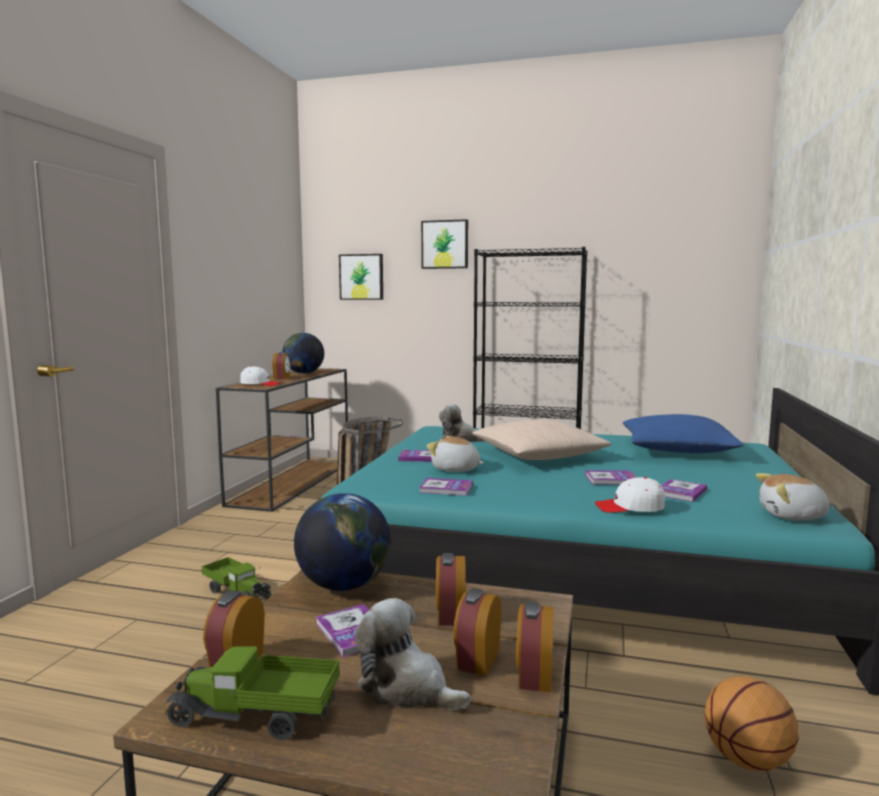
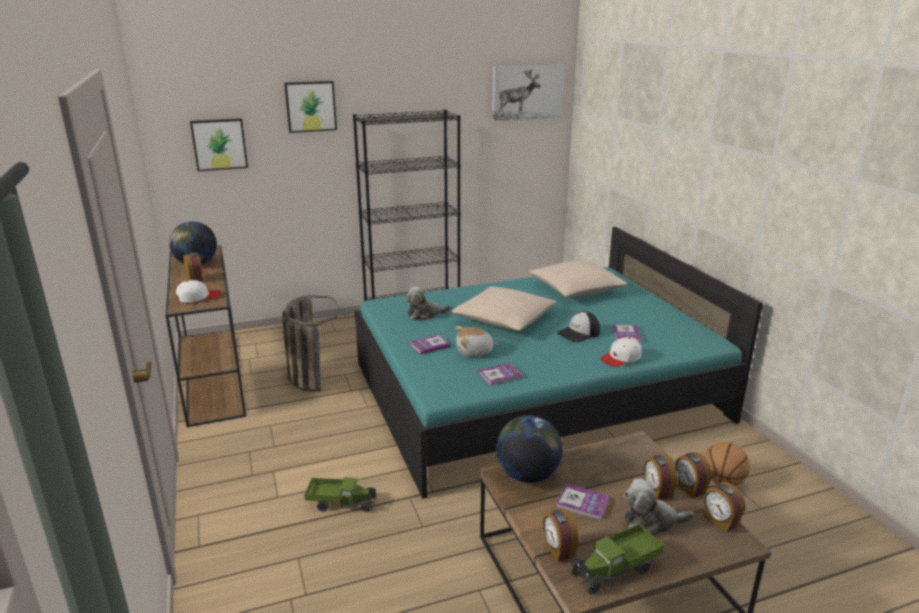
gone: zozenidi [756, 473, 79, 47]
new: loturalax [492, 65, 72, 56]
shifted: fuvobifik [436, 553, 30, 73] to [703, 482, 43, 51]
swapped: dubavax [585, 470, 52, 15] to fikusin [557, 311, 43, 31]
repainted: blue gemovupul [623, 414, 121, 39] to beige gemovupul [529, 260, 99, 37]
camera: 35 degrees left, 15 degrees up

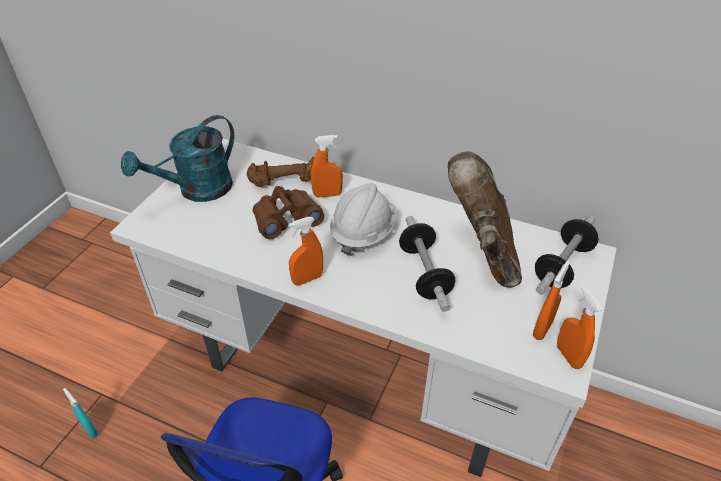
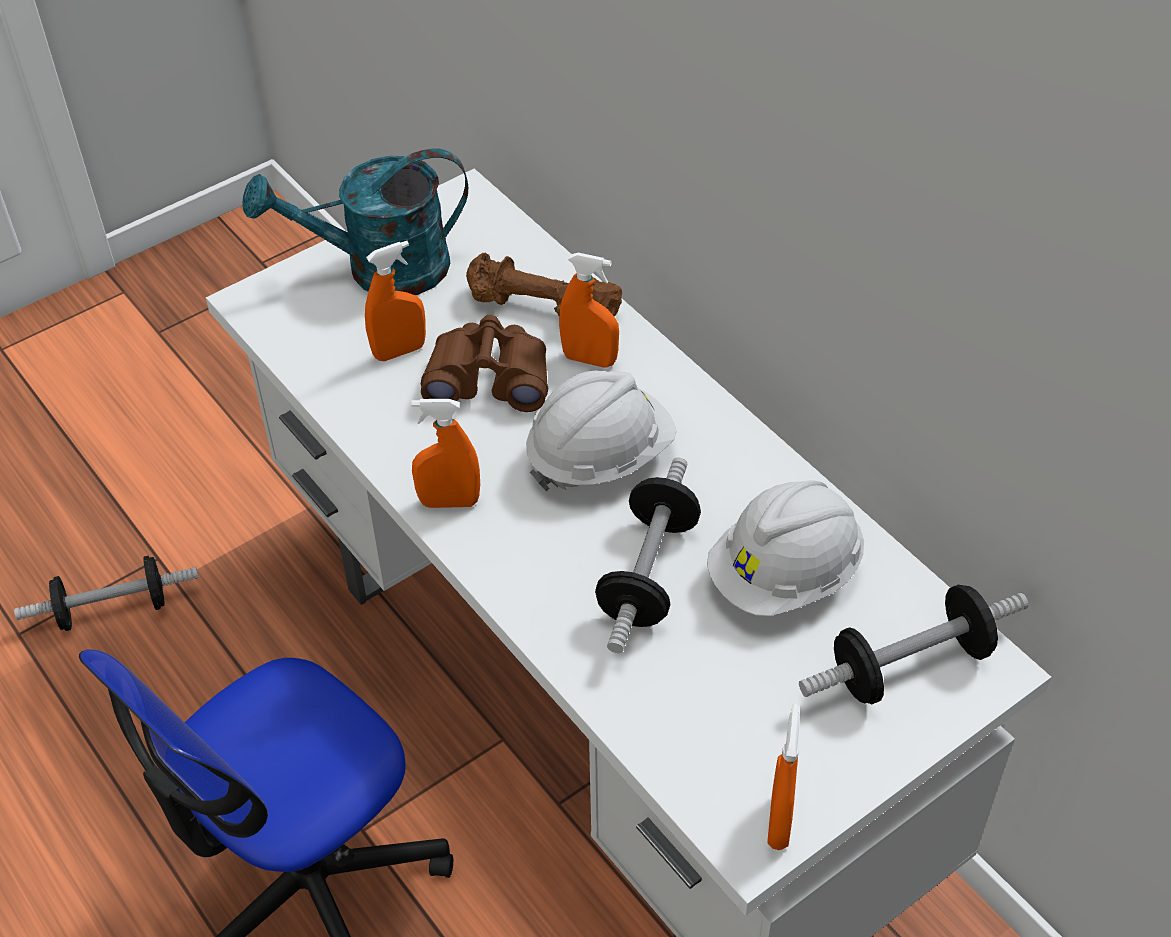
shifted: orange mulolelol [533, 261, 37, 79] to [365, 241, 61, 120]
swapped: turquoise mulolelol [63, 388, 35, 50] to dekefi [14, 556, 185, 75]; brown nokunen [448, 151, 74, 137] to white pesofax [707, 481, 157, 135]
camera: 30 degrees right, 5 degrees up

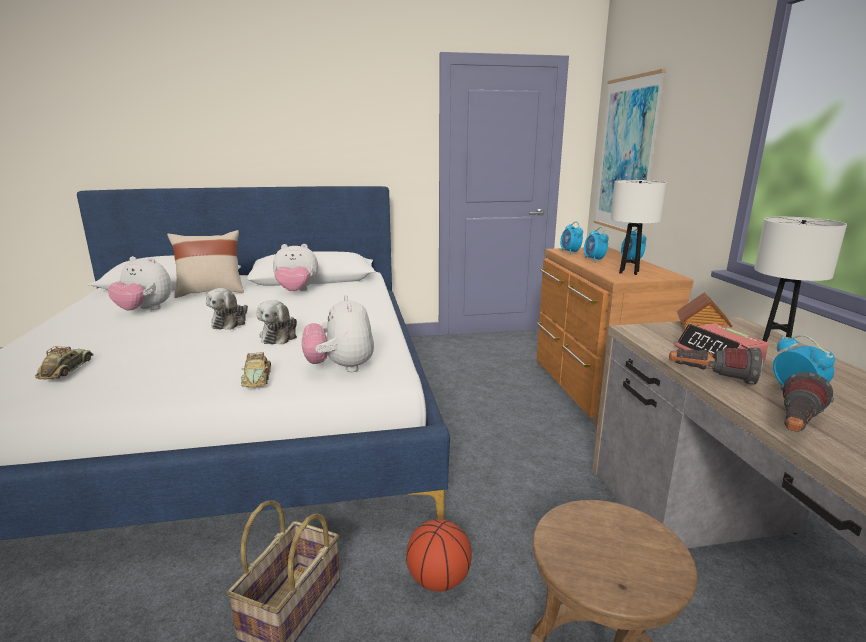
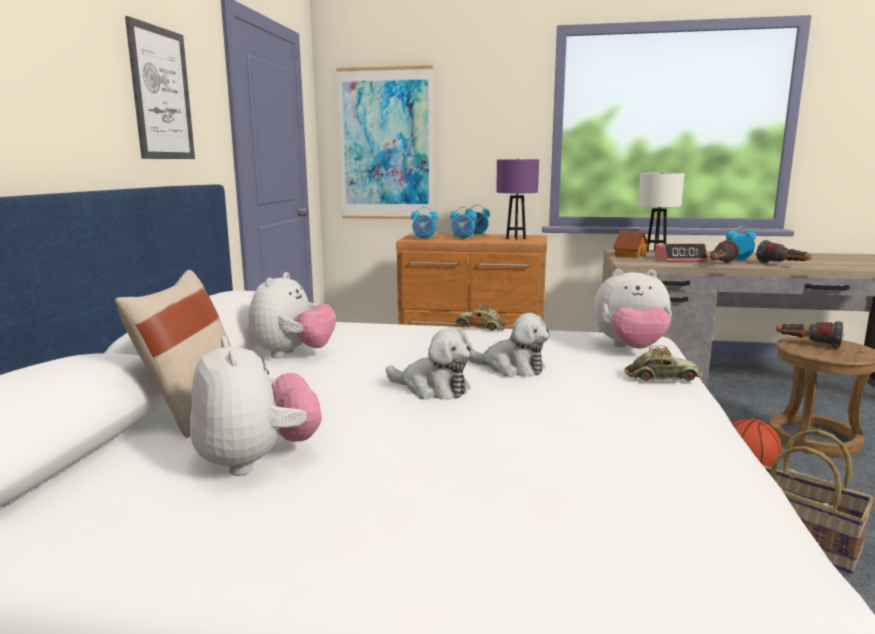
new: loturalax [125, 16, 70, 143]; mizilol [776, 321, 68, 27]
shifted: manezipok [35, 346, 59, 34] to [454, 304, 55, 27]
repainted: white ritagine [611, 180, 56, 95] to purple ritagine [496, 159, 43, 81]
rotated: zozenidi [108, 256, 64, 54] = [190, 337, 132, 139] 60 degrees counterclockwise
camera: 70 degrees left, 5 degrees down

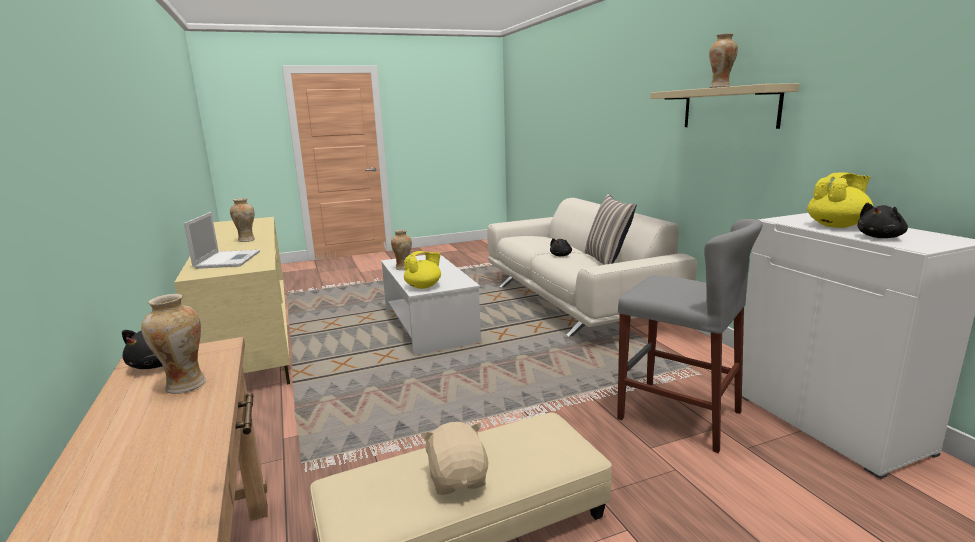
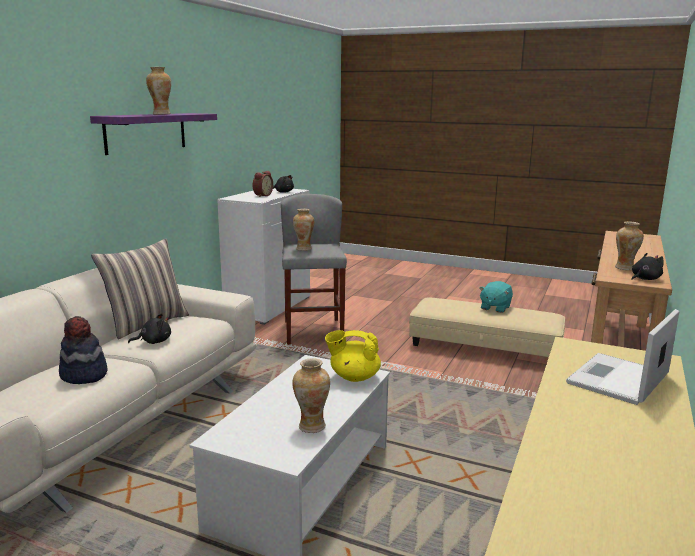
new: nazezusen [59, 316, 48, 68]
shifted: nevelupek [230, 198, 25, 44] to [293, 209, 21, 42]
swapped: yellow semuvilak [807, 173, 66, 55] to fuvobifik [253, 171, 20, 26]
repainted: beige zozenidi [421, 422, 67, 73] to turquoise zozenidi [479, 281, 34, 32]; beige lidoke [650, 83, 149, 46] to purple lidoke [90, 113, 127, 42]
camera: 135 degrees left, 0 degrees up

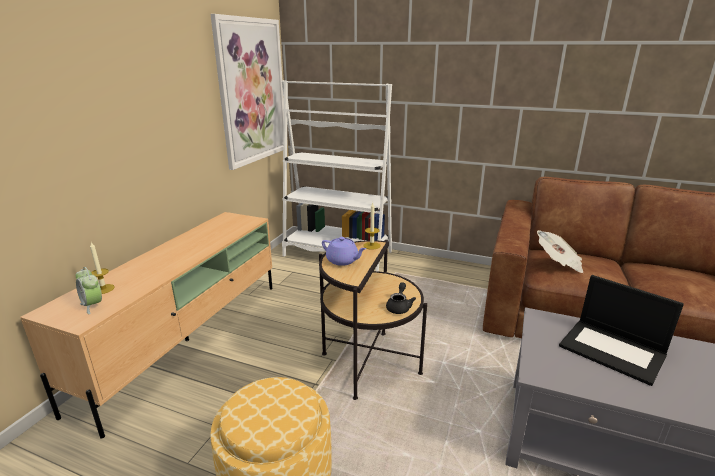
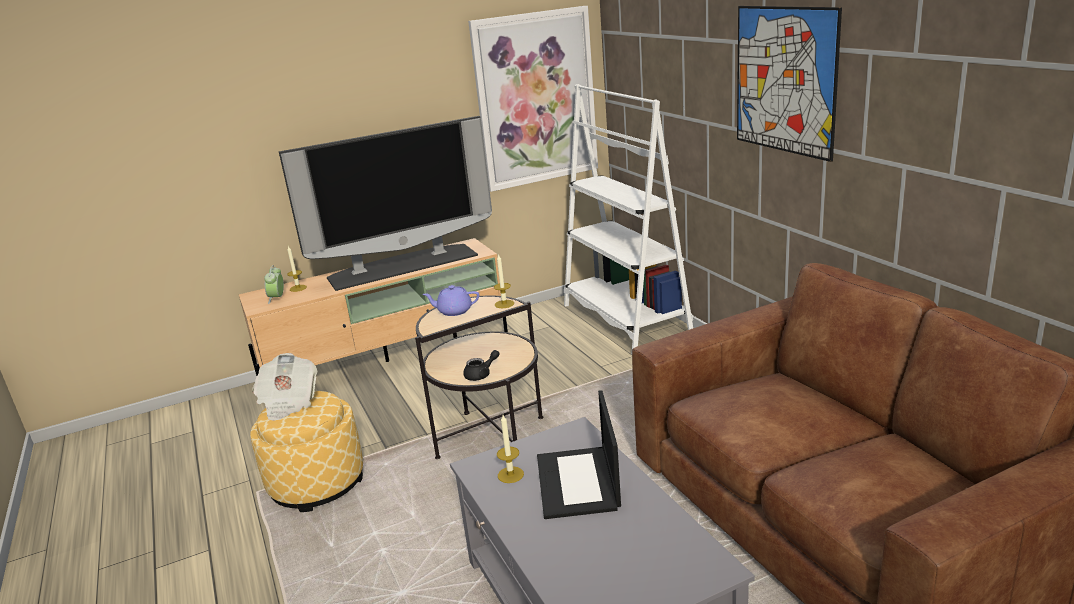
new: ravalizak [279, 116, 213, 175]; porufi [497, 415, 27, 68]; loturalax [737, 6, 105, 156]
shifted: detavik [537, 230, 46, 43] to [252, 353, 66, 68]
rotated: purple semuvilak [322, 237, 44, 29] = [422, 285, 58, 31] 105 degrees clockwise
camera: 45 degrees right, 0 degrees up

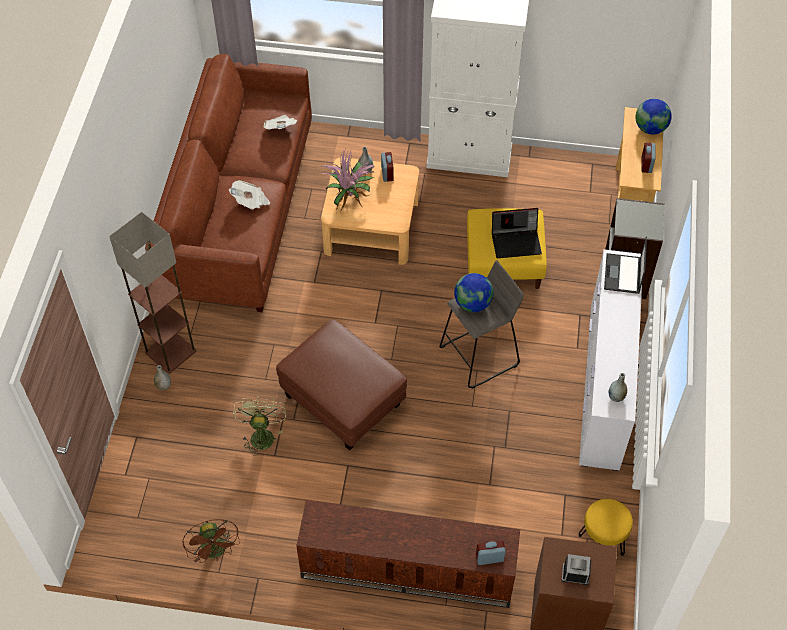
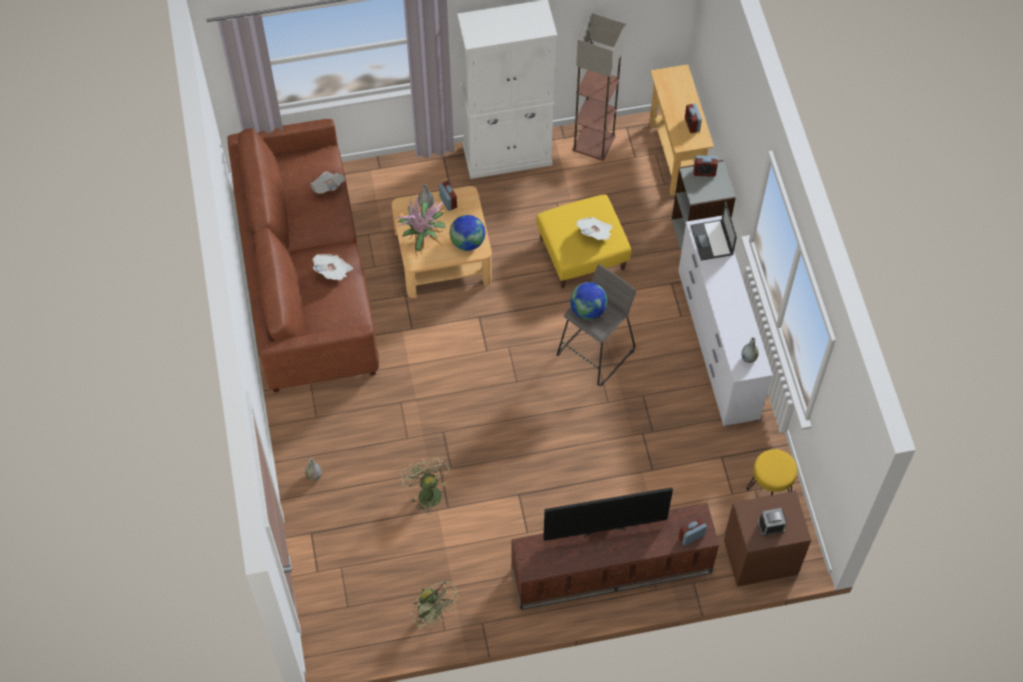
gone: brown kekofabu [276, 319, 131, 131]
new: ravalizak [543, 487, 130, 54]; fuvobifik [694, 155, 24, 22]
shifted: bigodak [109, 212, 87, 162] to [573, 13, 53, 148]; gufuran [636, 99, 36, 35] to [450, 215, 35, 36]
swapped: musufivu [492, 208, 50, 50] to detavik [577, 217, 36, 23]
repainted: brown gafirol [183, 519, 57, 44] to green gafirol [410, 581, 49, 48]
camera: 20 degrees left, 5 degrees up

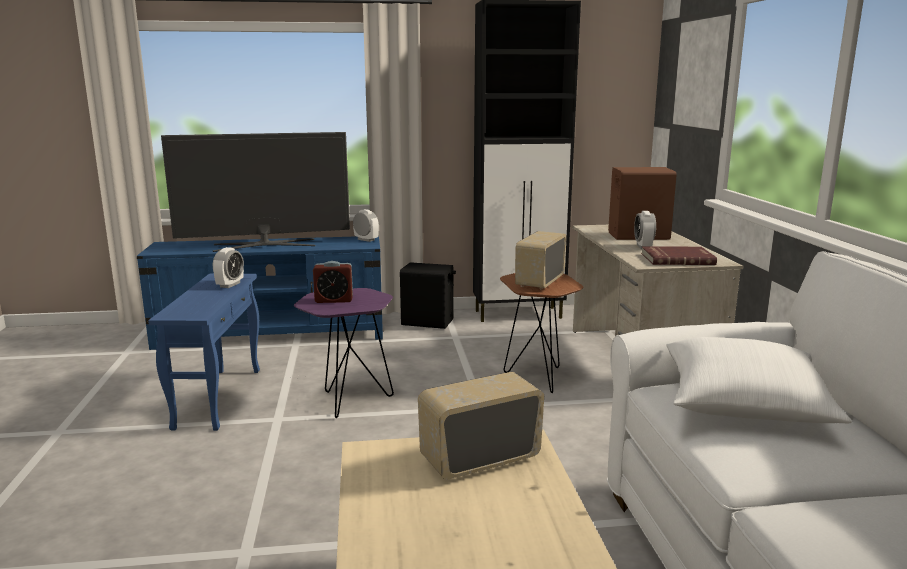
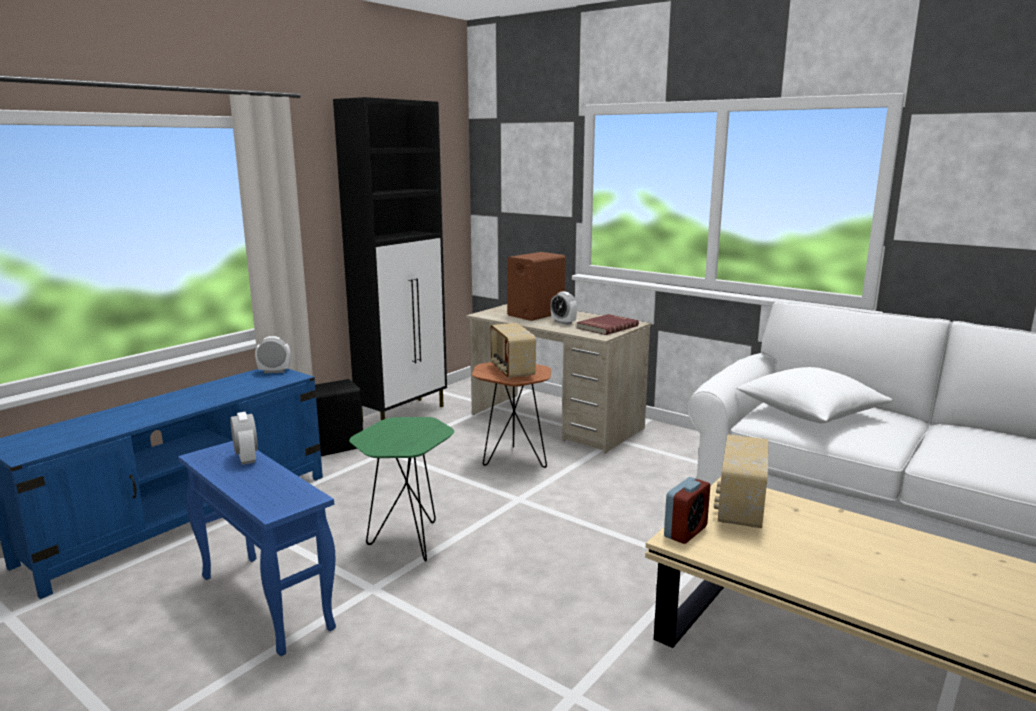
gone: ravalizak [161, 132, 189, 120]
shifted: fuvobifik [313, 261, 40, 42] to [664, 477, 47, 67]
repainted: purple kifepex [294, 288, 100, 130] to green kifepex [349, 417, 105, 145]
camera: 45 degrees left, 0 degrees up

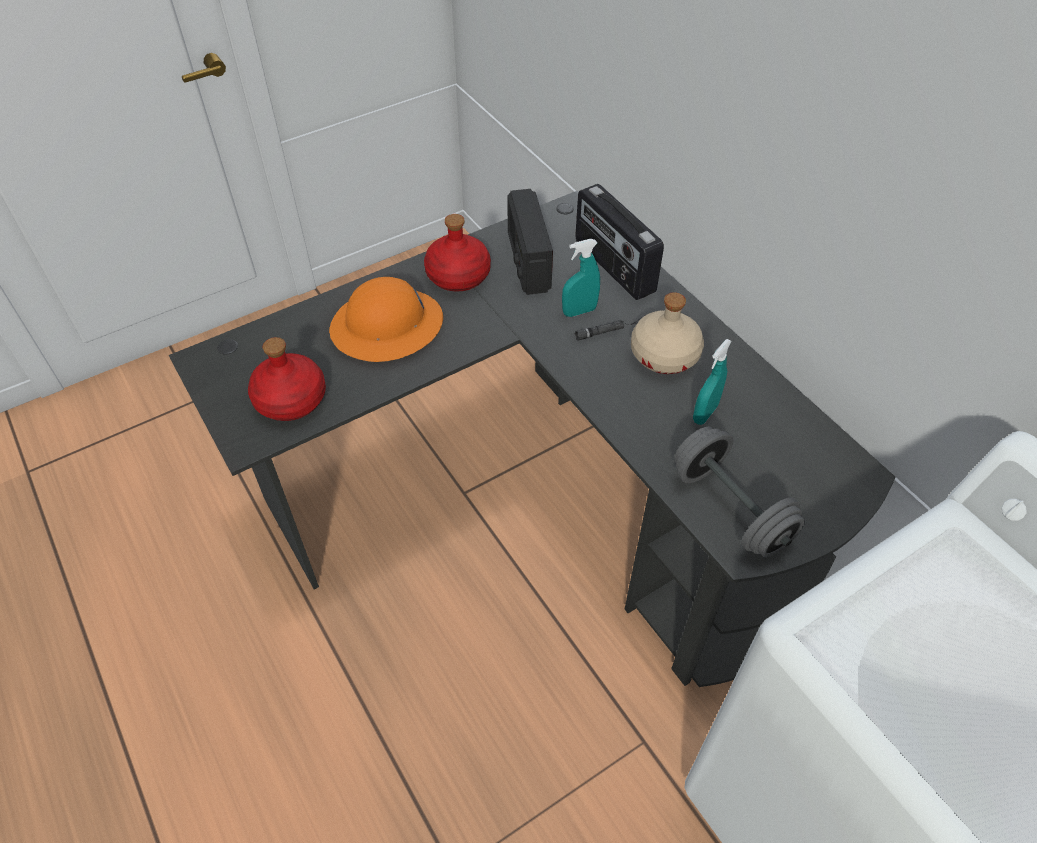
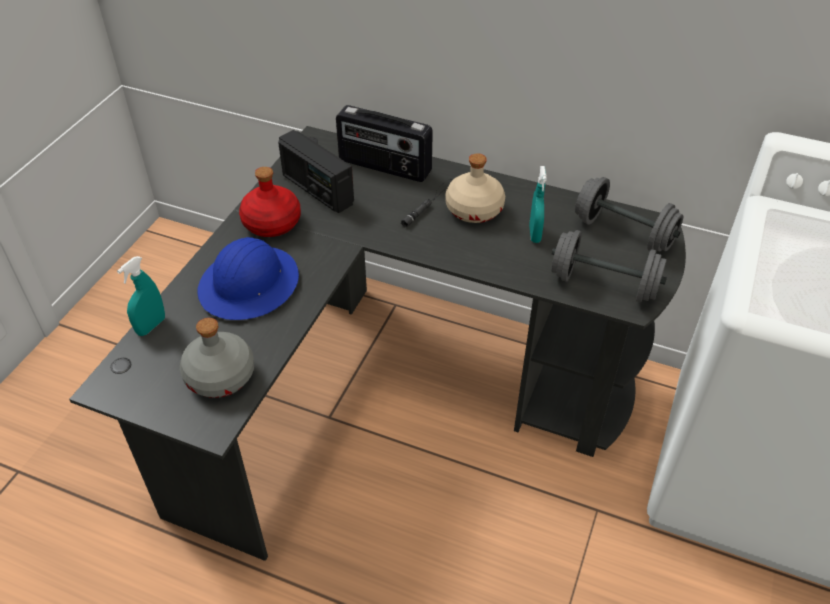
new: grey dekefi [575, 177, 108, 75]
shifted: turquoise mulolelol [562, 239, 38, 78] to [117, 256, 48, 80]
repainted: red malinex [248, 337, 78, 84] to grey malinex [180, 318, 74, 80]; orange pesofax [329, 277, 114, 85] to blue pesofax [197, 237, 102, 83]
camera: 35 degrees left, 5 degrees down

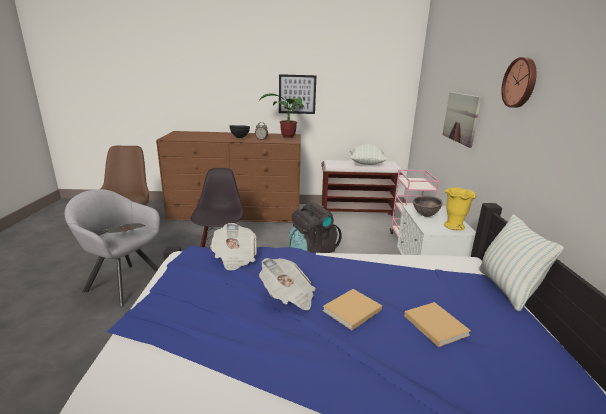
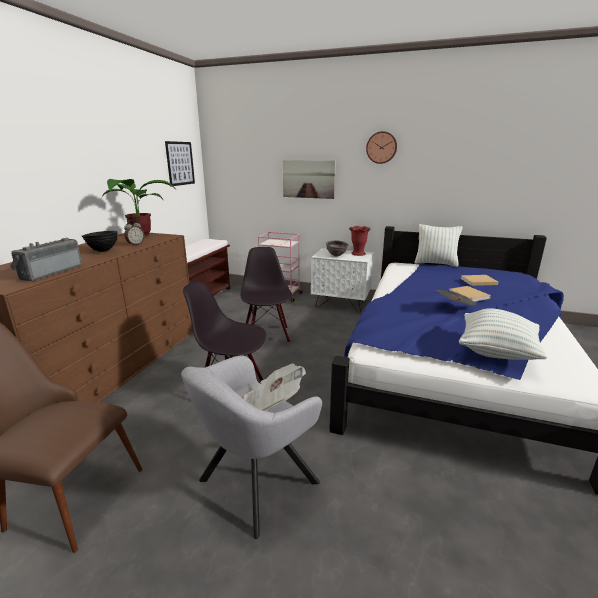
gone: detavik [210, 223, 47, 48]
new: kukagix [10, 238, 72, 43]
shifted: loturalax [279, 74, 37, 40] to [165, 141, 30, 45]; gemovupul [350, 144, 37, 21] to [459, 308, 88, 52]
swapped: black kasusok [289, 202, 53, 51] to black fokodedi [241, 247, 51, 96]
repainted: yellow nevelupek [444, 187, 32, 43] to red nevelupek [349, 226, 22, 30]
camera: 70 degrees left, 0 degrees up

